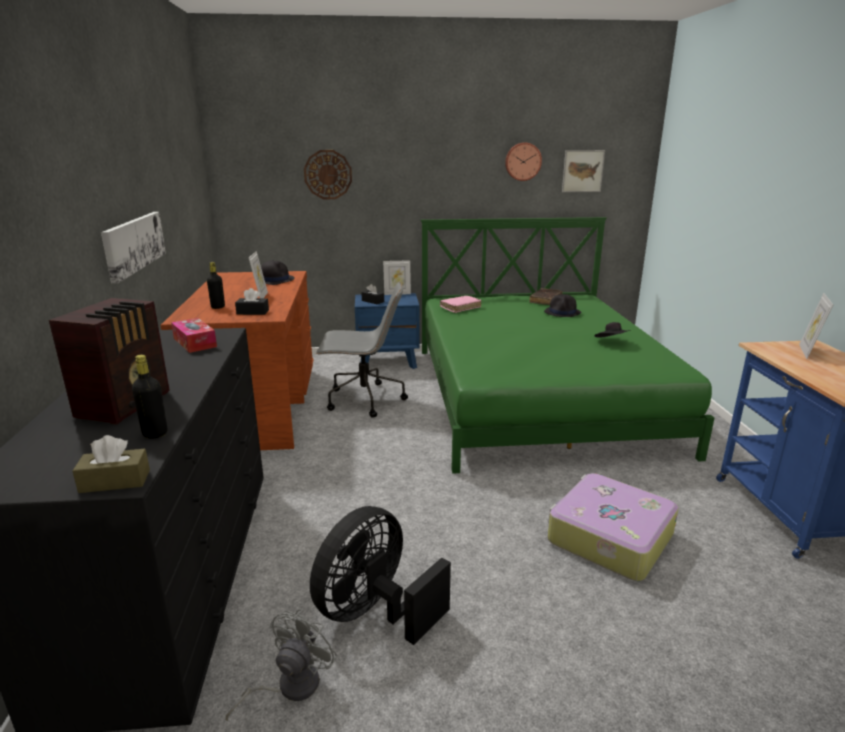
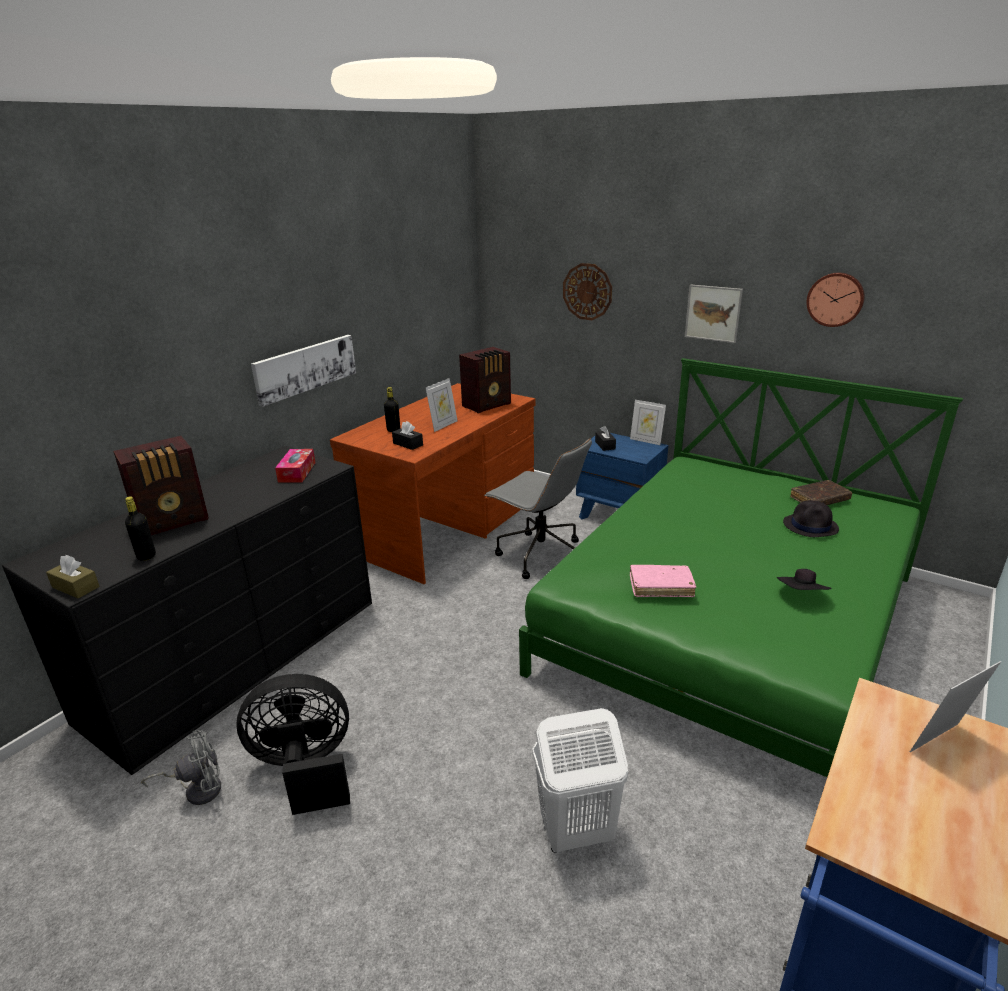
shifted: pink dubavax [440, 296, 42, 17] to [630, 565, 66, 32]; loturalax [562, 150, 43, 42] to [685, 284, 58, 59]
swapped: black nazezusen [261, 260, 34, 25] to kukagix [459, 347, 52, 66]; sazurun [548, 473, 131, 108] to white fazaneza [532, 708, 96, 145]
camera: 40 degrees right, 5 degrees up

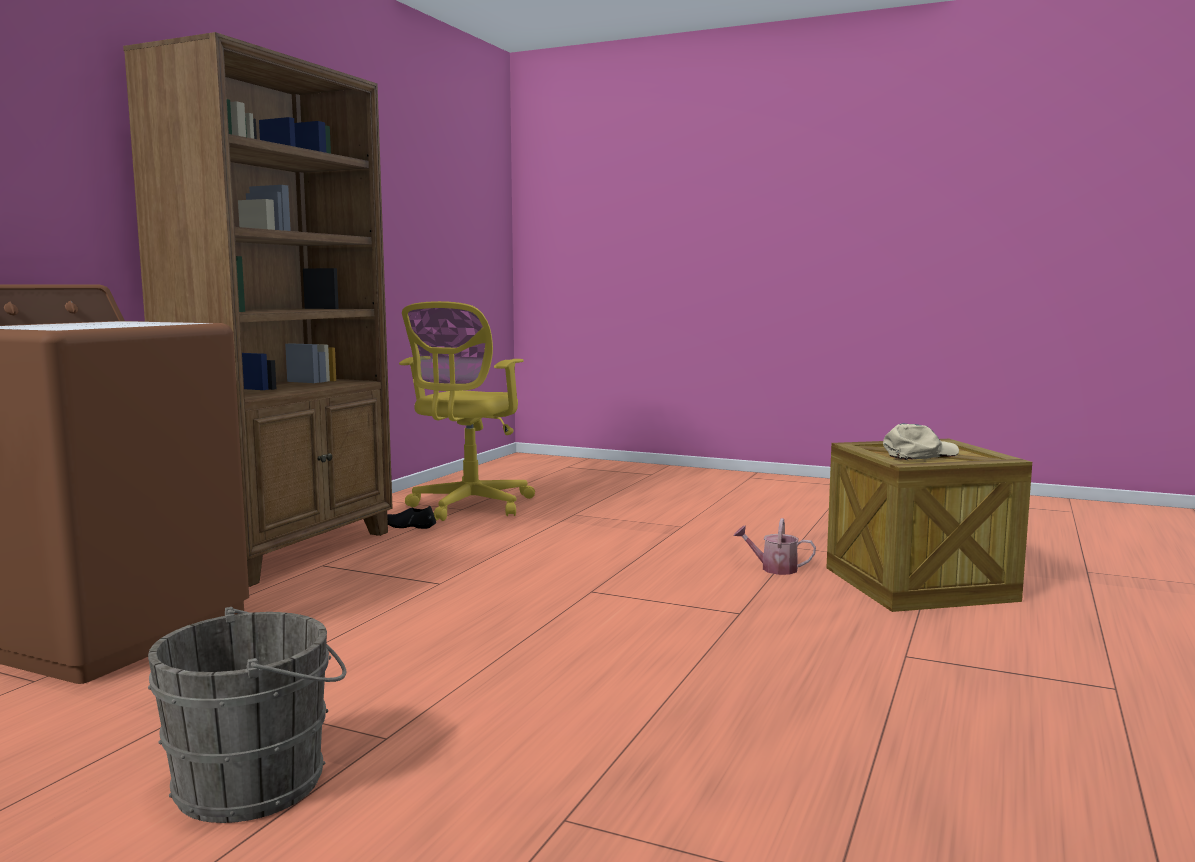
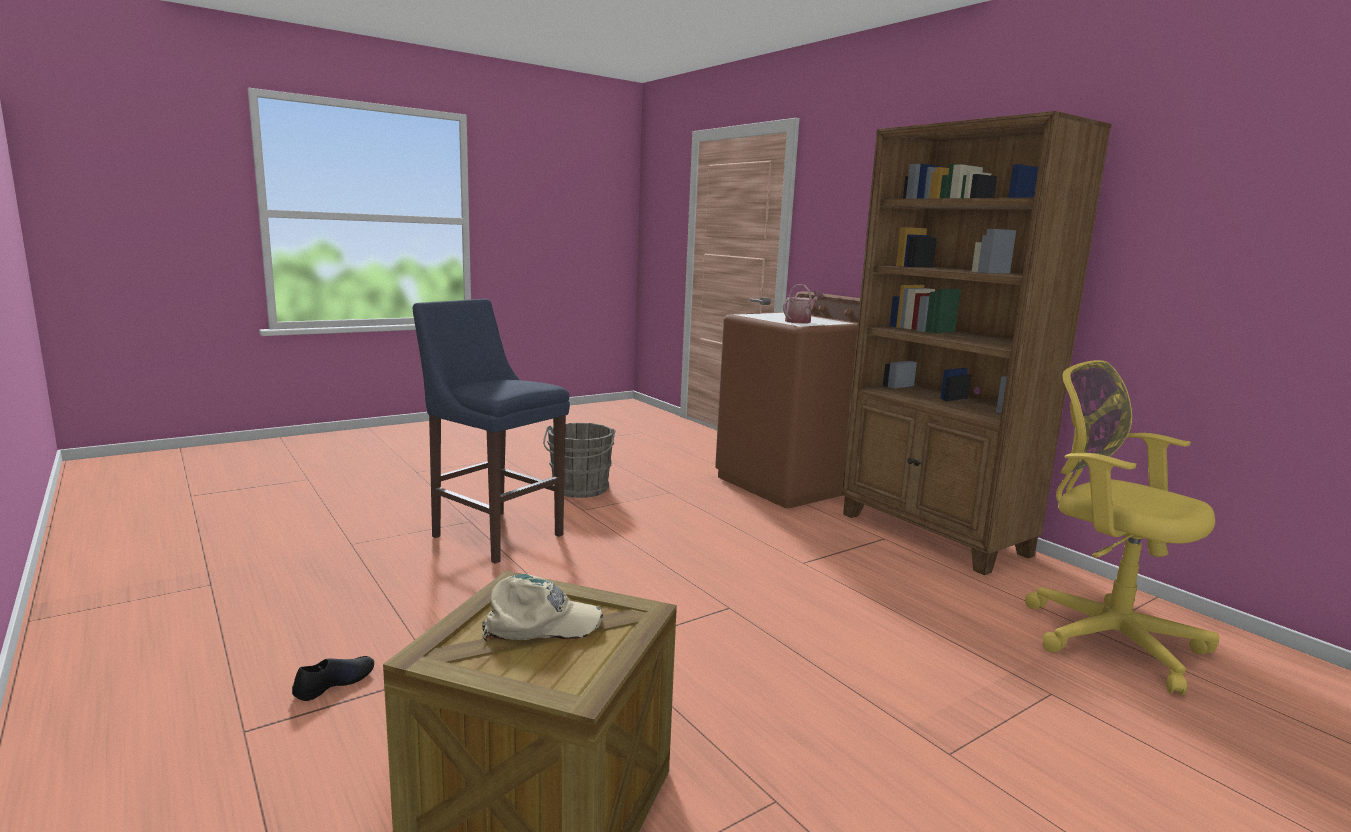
new: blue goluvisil [413, 299, 157, 265]
shifted: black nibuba [387, 506, 49, 23] to [292, 656, 82, 45]; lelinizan [733, 518, 83, 57] to [783, 284, 40, 40]
rotated: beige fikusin [883, 423, 76, 37] = [482, 574, 121, 67] 105 degrees counterclockwise
camera: 120 degrees right, 5 degrees up

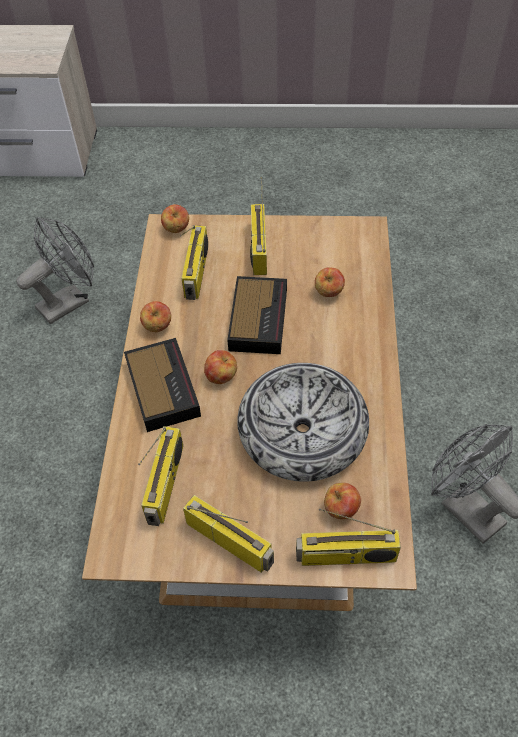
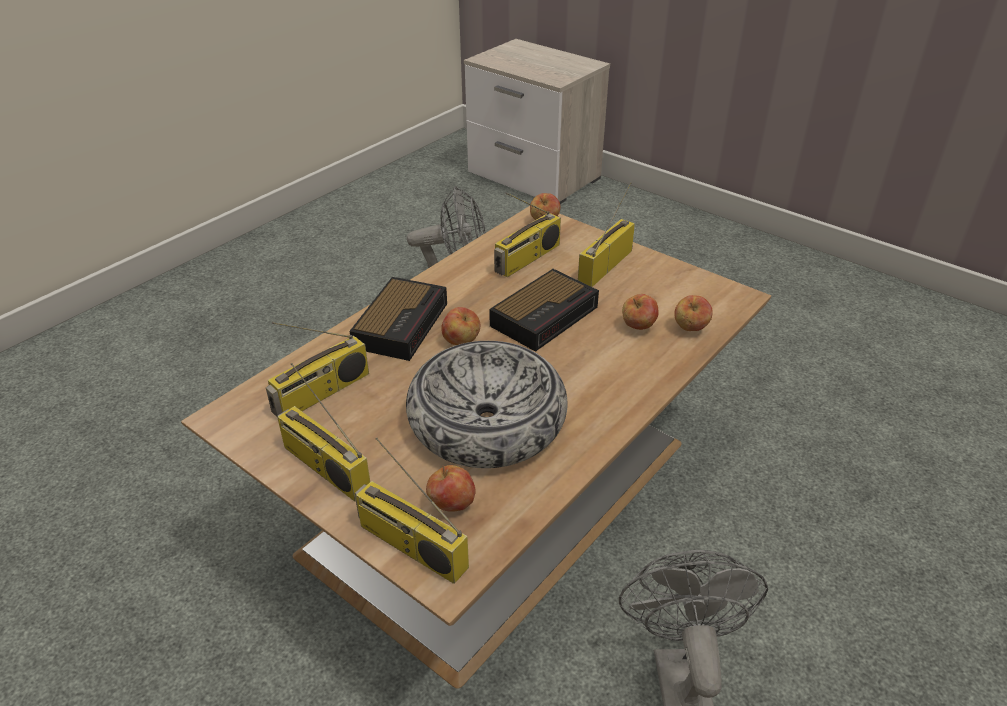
shifted: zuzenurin [140, 301, 31, 31] to [674, 295, 39, 36]
rotated: kukagix [183, 495, 91, 78] = [277, 363, 93, 139] 150 degrees clockwise
camera: 35 degrees right, 15 degrees down

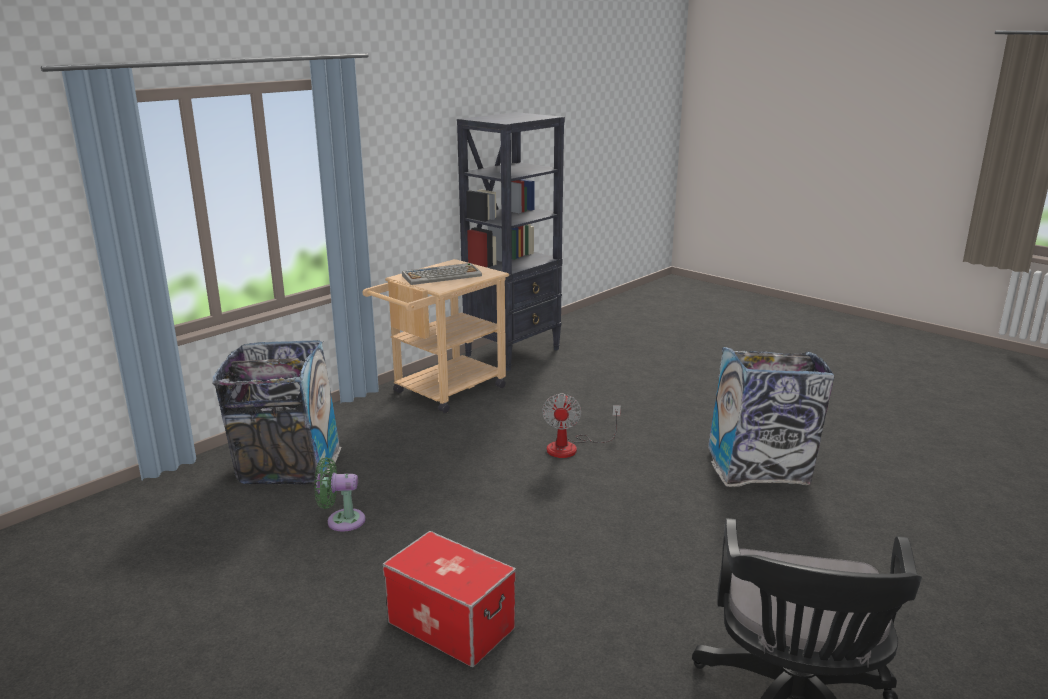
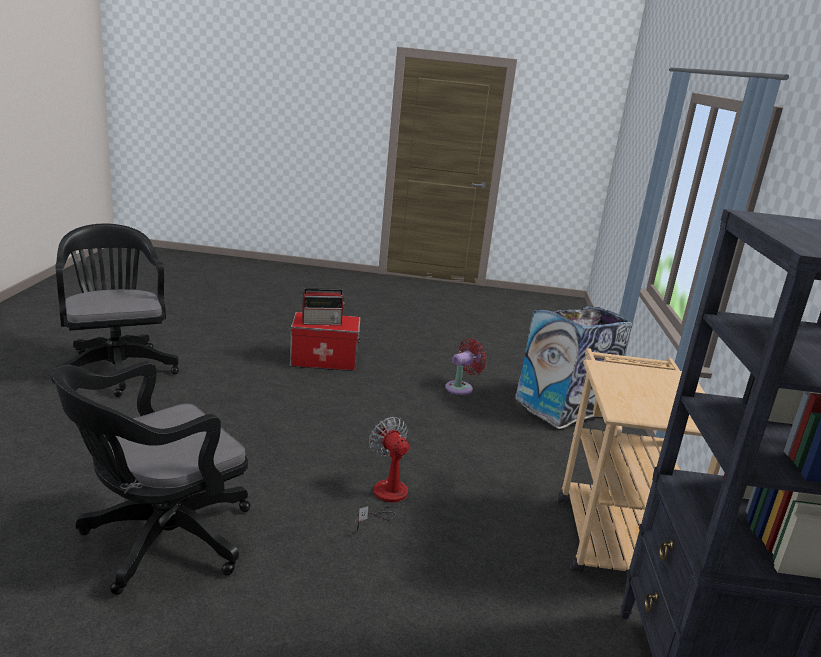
gone: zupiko [402, 263, 80, 22]
new: kukagix [302, 288, 43, 37]
swapped: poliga [708, 347, 126, 140] to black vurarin [53, 361, 197, 234]
repainted: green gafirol [314, 457, 51, 75] to red gafirol [445, 338, 42, 57]
camera: 140 degrees right, 0 degrees up

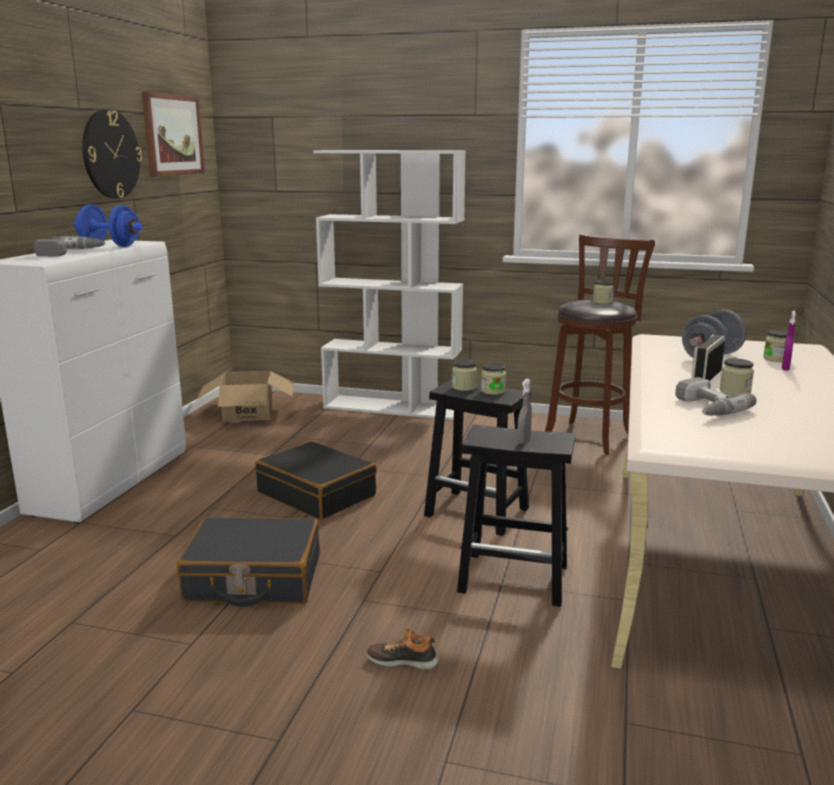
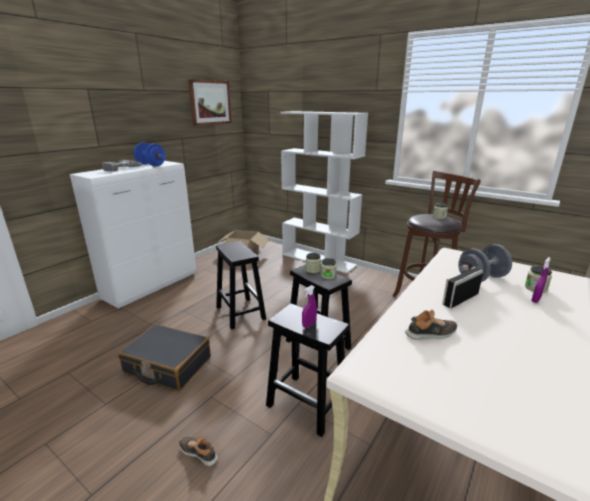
gone: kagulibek [82, 109, 60, 90]; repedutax [719, 358, 35, 37]
swapped: black sazurun [255, 441, 122, 78] to black goluvisil [216, 241, 50, 89]; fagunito [675, 377, 81, 39] to nibuba [405, 310, 52, 30]
repainted: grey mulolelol [517, 378, 15, 66] to purple mulolelol [302, 285, 15, 43]
camera: 20 degrees right, 5 degrees up

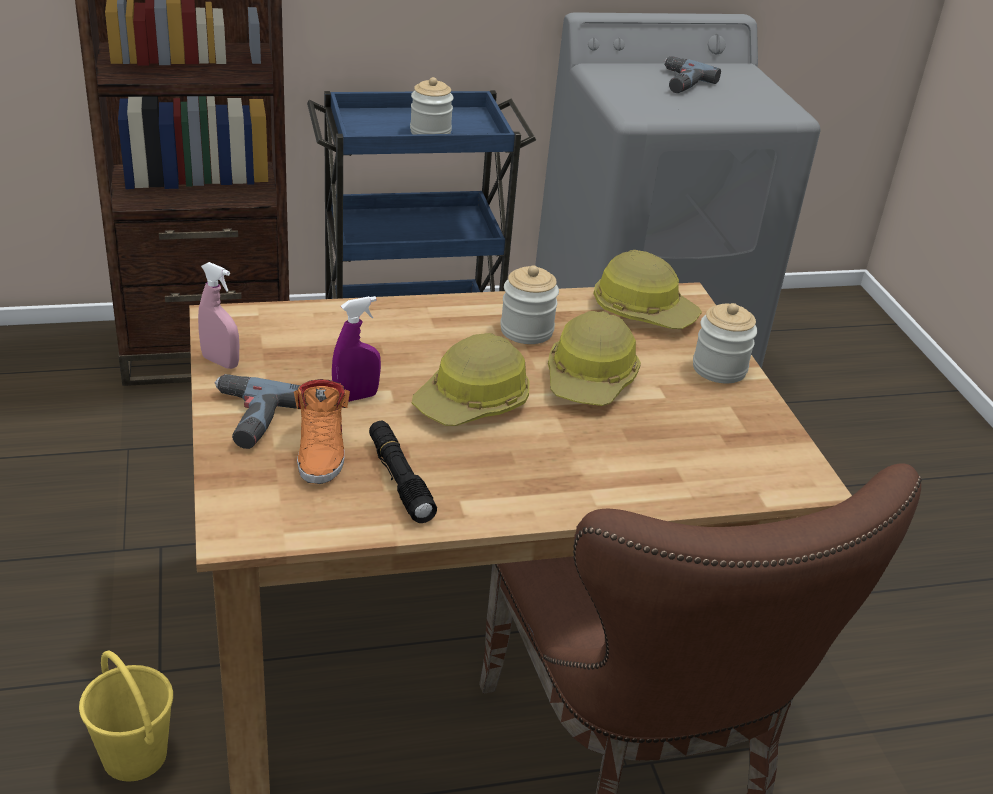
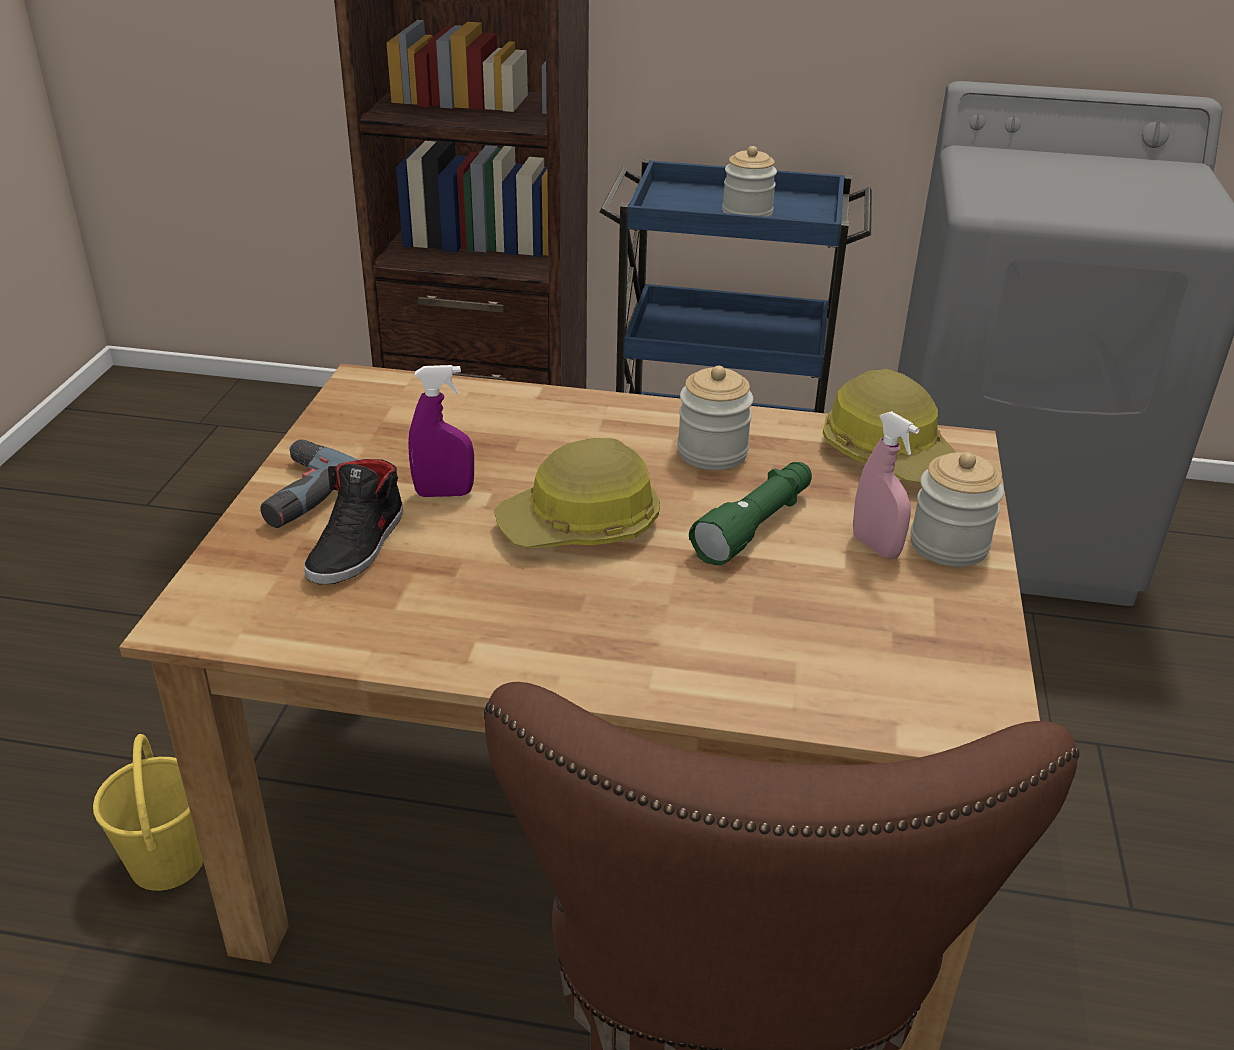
gone: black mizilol [369, 421, 68, 102]; fagunito [664, 56, 57, 37]
shifted: pink mulolelol [198, 262, 41, 107] to [853, 411, 66, 148]
swapped: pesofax [548, 311, 93, 95] to green mizilol [689, 462, 123, 103]
repainted: orange nibuba [294, 379, 56, 105] to black nibuba [304, 459, 99, 125]
camera: 25 degrees right, 0 degrees up

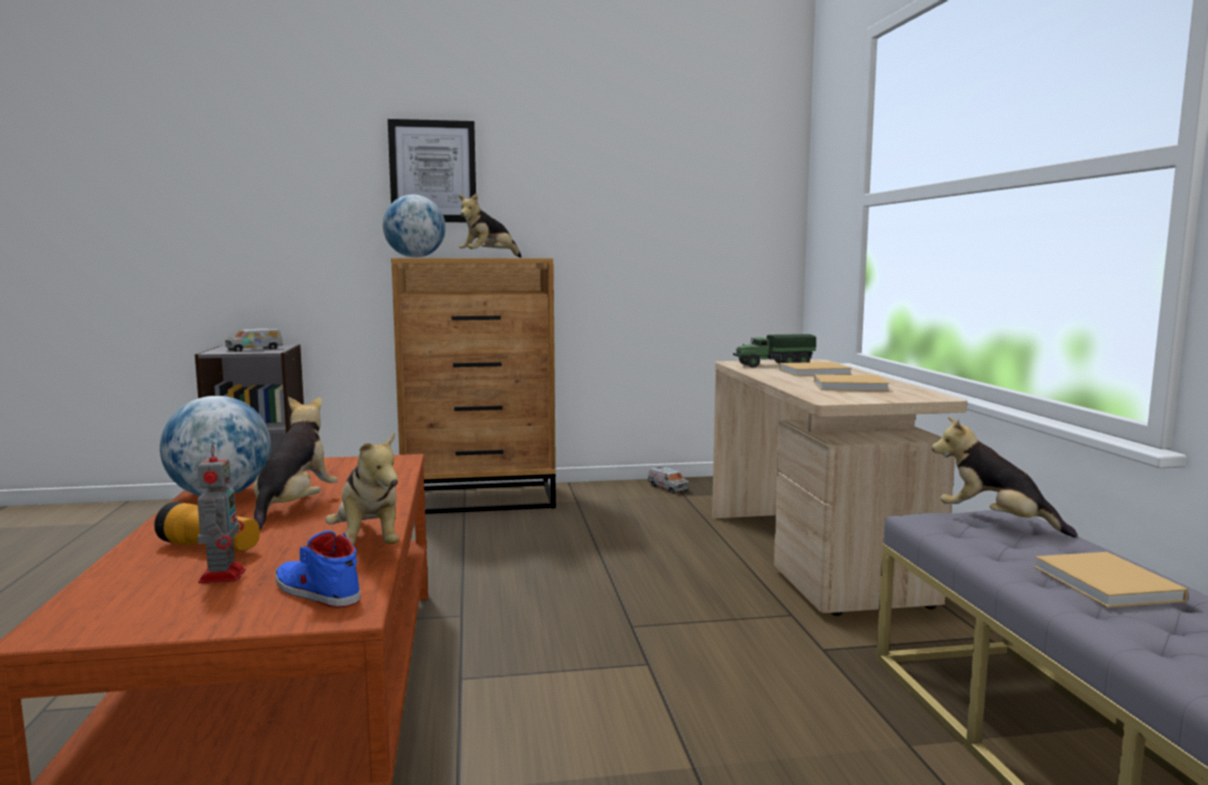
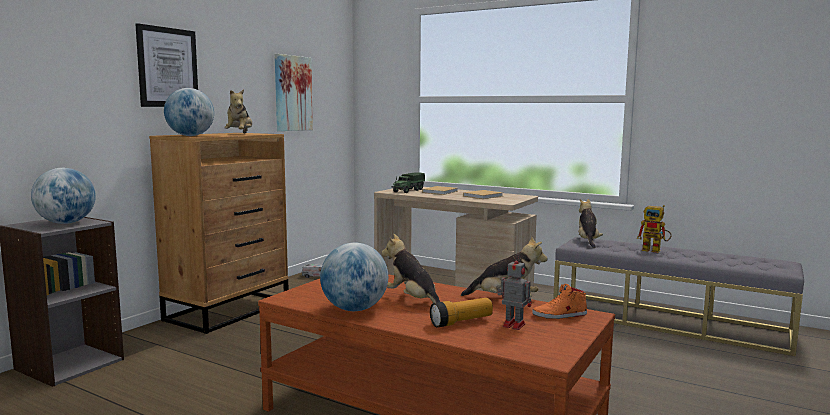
new: loturalax [275, 54, 38, 77]
swapped: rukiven [225, 328, 58, 24] to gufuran [31, 168, 65, 56]; beige dubavax [1034, 552, 154, 56] to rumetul [637, 205, 35, 48]
repainted: blue nibuba [276, 531, 84, 77] to orange nibuba [532, 284, 55, 35]
rotated: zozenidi [932, 417, 146, 121] = [578, 199, 25, 49] 105 degrees clockwise
camera: 50 degrees left, 0 degrees up

